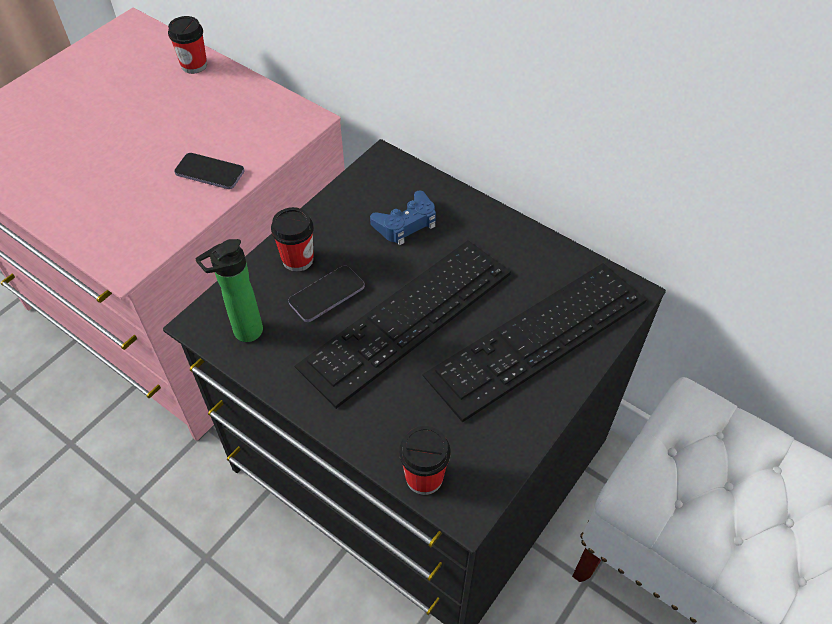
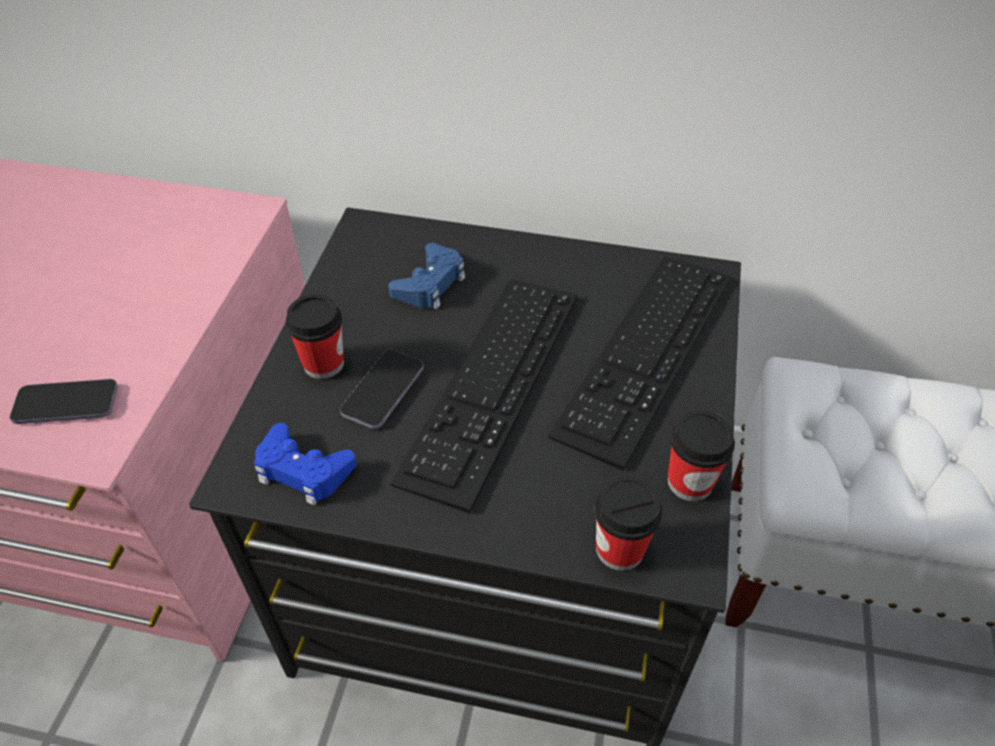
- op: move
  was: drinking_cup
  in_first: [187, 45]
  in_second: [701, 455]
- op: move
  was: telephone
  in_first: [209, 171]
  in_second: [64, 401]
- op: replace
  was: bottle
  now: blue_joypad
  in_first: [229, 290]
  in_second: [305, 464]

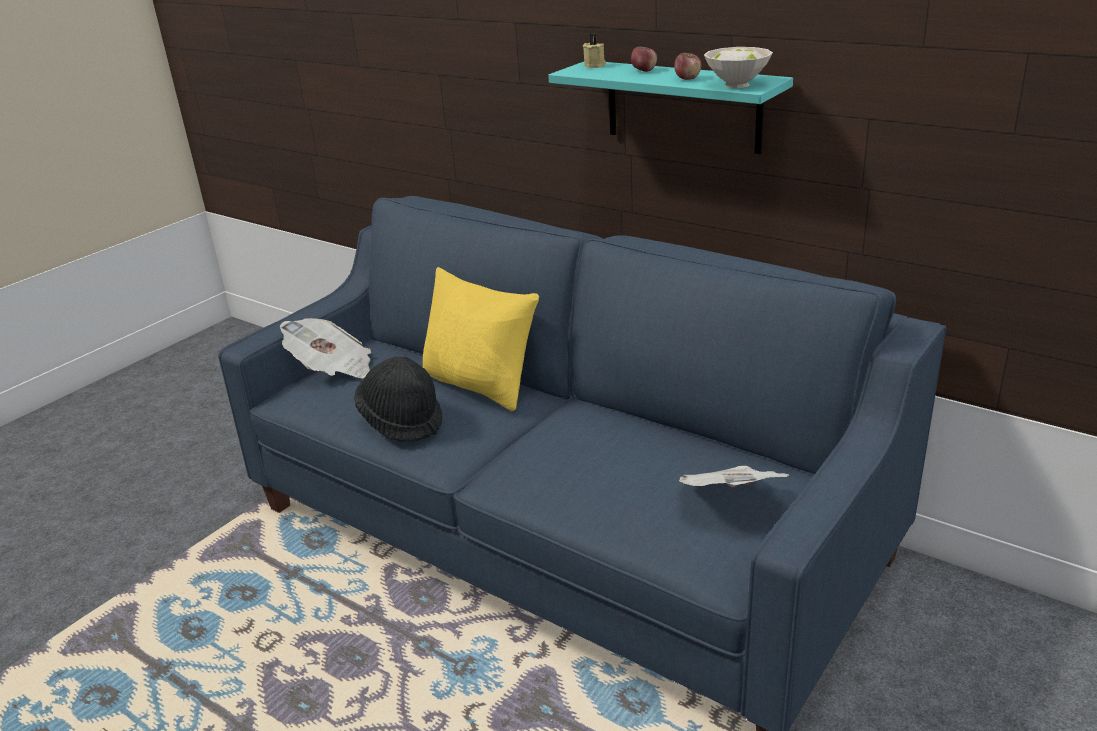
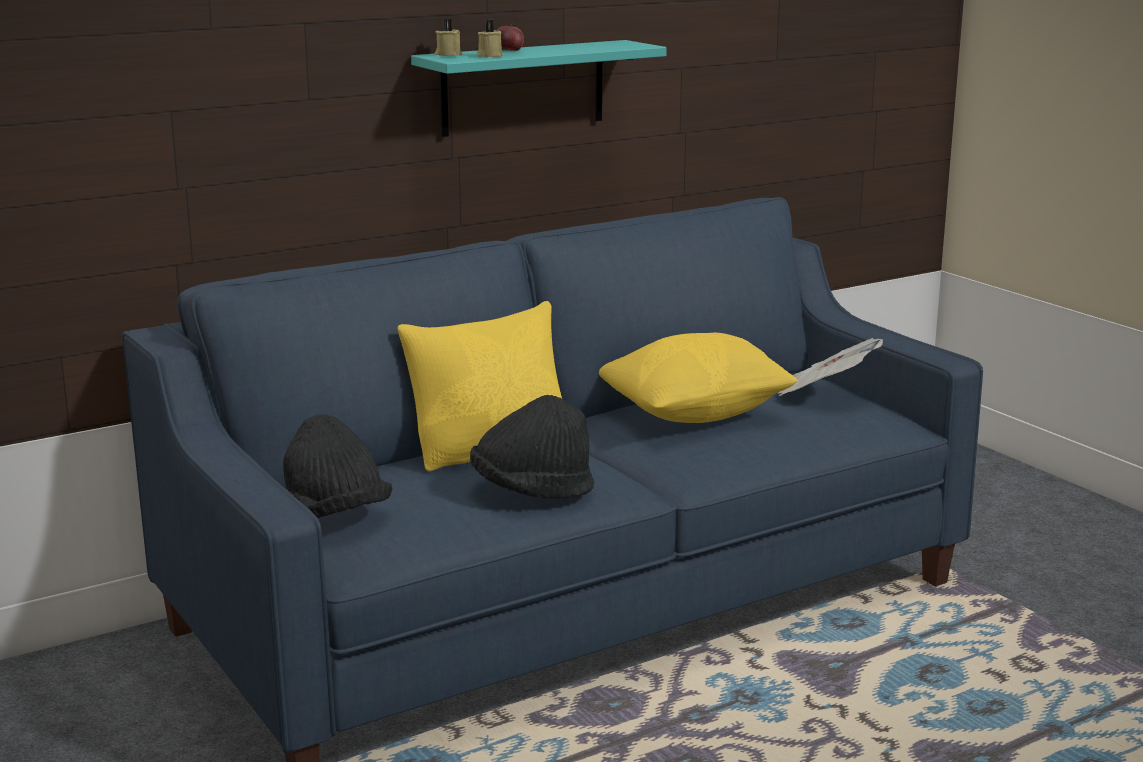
- op: delete
  was: apple
  in_first: [687, 66]
- op: delete
  was: whitish_deep_dish
  in_first: [738, 67]
- op: insert
  now: beige_wax_light
  in_second: [490, 38]
- op: insert
  now: yellow-coloured_cushion
  in_second: [698, 378]
- op: replace
  was: printed_paper
  now: blackish_wearable_hat
  in_first: [325, 348]
  in_second: [337, 466]

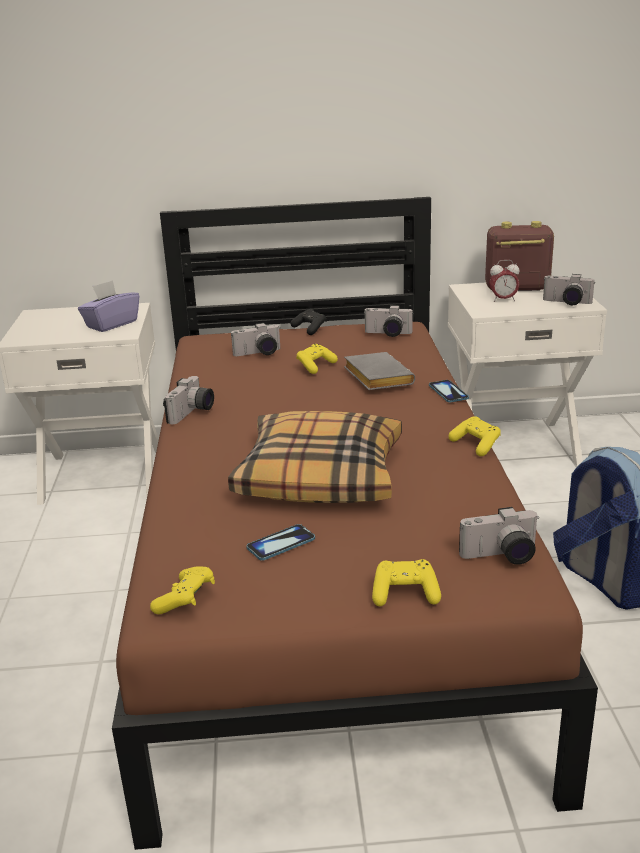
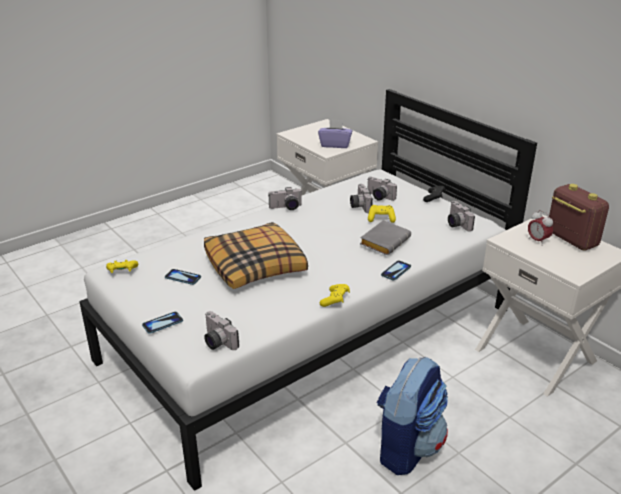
- op: move
  was: photo_camera
  in_first: [569, 289]
  in_second: [361, 198]
- op: replace
  was: yellow-coloured_joypad
  now: telephone
  in_first: [406, 582]
  in_second: [162, 323]
- op: recolor
  was: brownish_bedroom_bed
  now: whitish_bedroom_bed
  in_first: [355, 523]
  in_second: [308, 290]

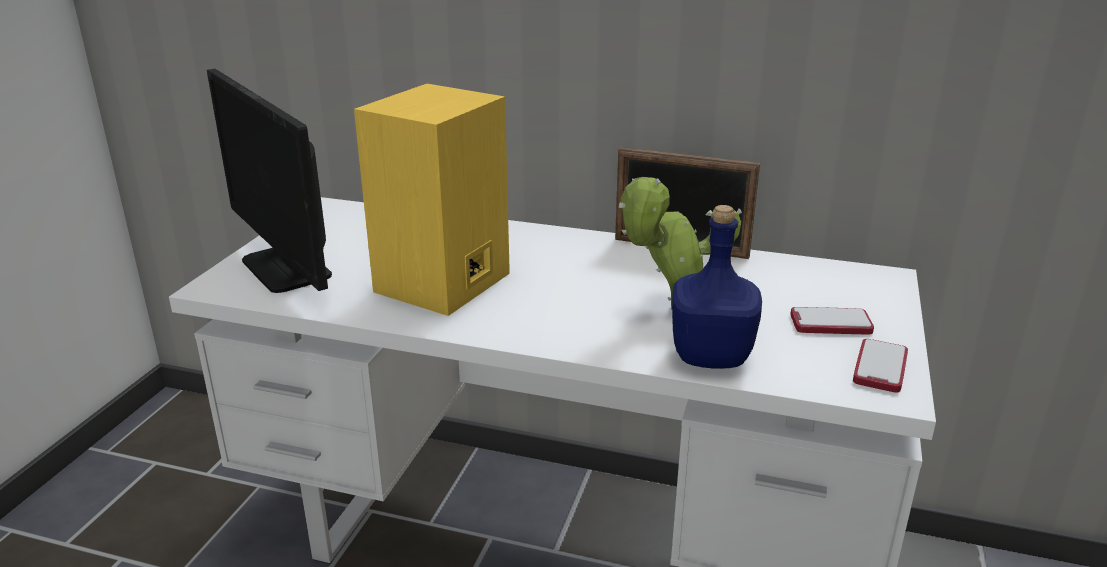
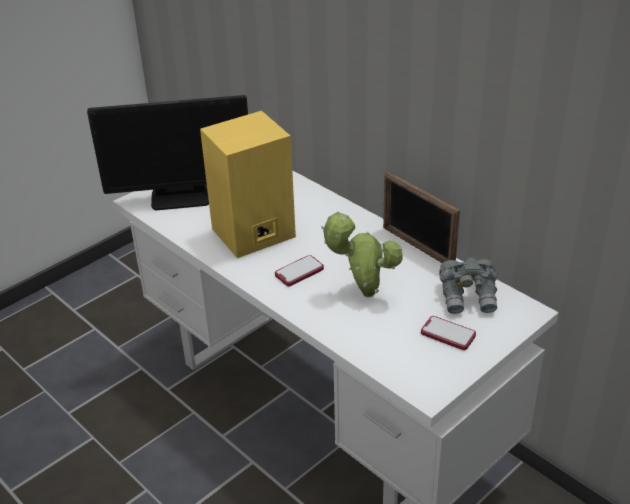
- op: delete
  was: blue_bottle
  in_first: [717, 287]
- op: insert
  now: grey_field_glasses
  in_second: [469, 286]
- op: move
  was: telephone
  in_first: [880, 366]
  in_second: [299, 270]
- op: rotate
  was: computer_screen
  in_first: [269, 181]
  in_second: [167, 152]
  clockwise: -90

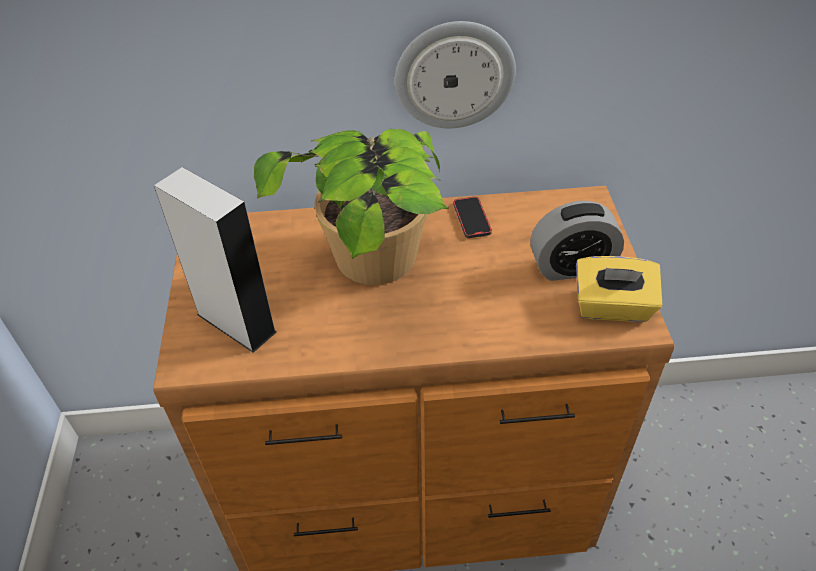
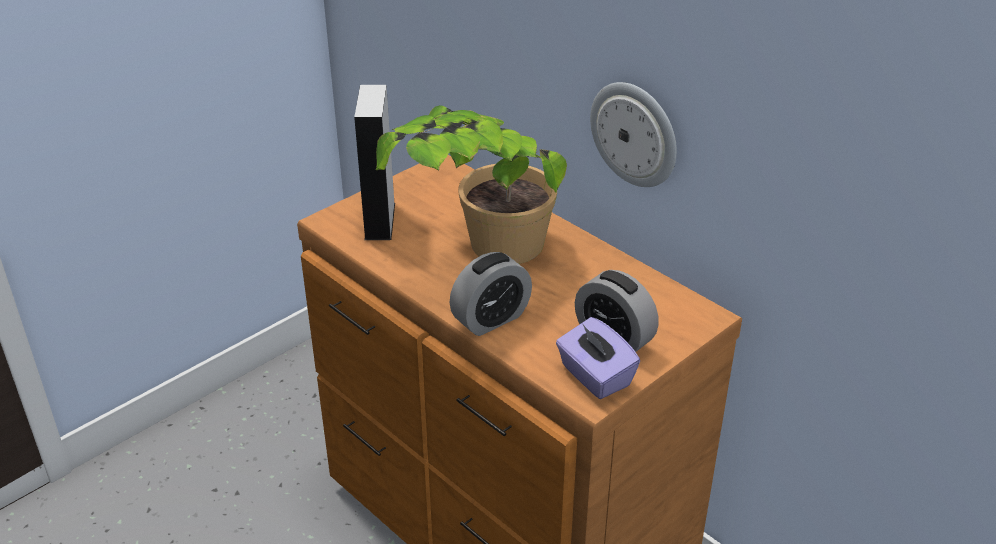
- op: delete
  was: telephone
  in_first: [472, 217]
- op: insert
  now: table_clock
  in_second: [490, 294]
- op: recolor
  was: yellow-coloured_tissue_holder
  now: purplish_tissue_holder
  in_first: [619, 289]
  in_second: [598, 358]

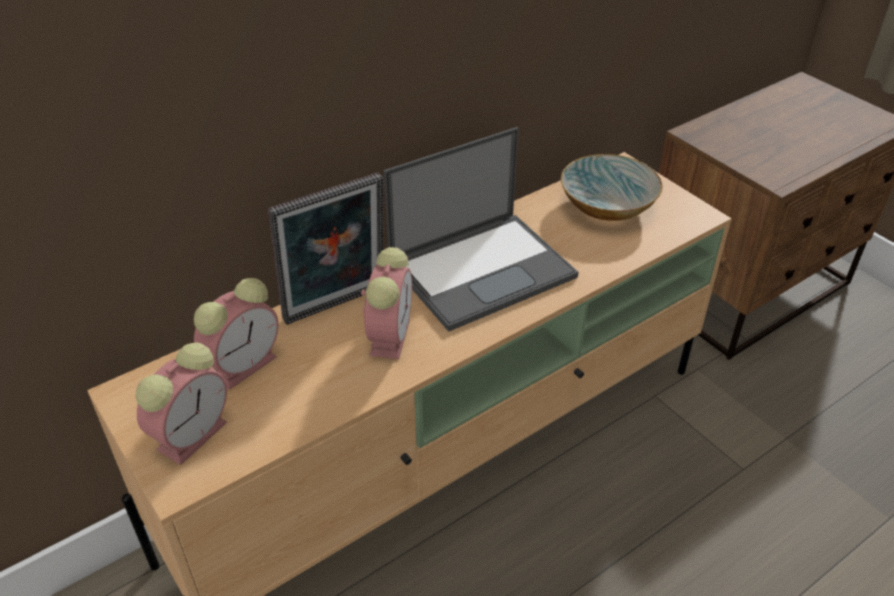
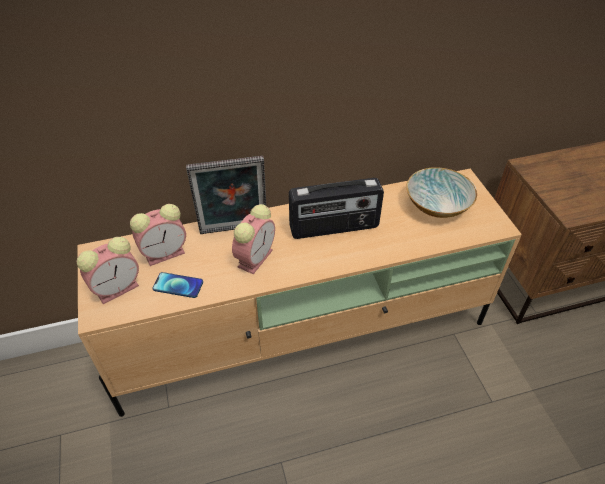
- op: insert
  now: telephone
  in_second: [177, 285]
- op: replace
  was: portable_computer
  now: radio_receiver
  in_first: [481, 229]
  in_second: [336, 208]

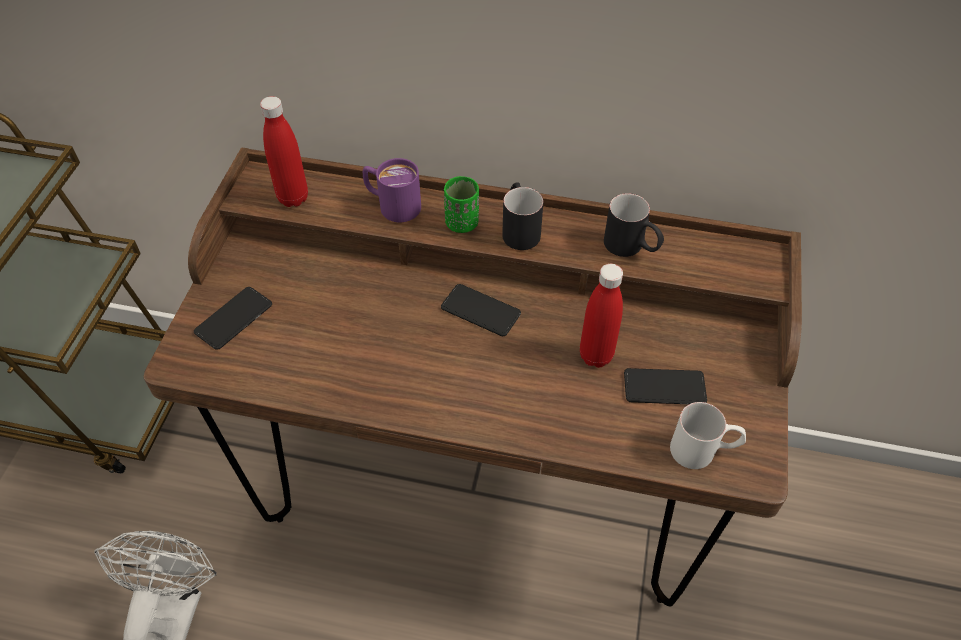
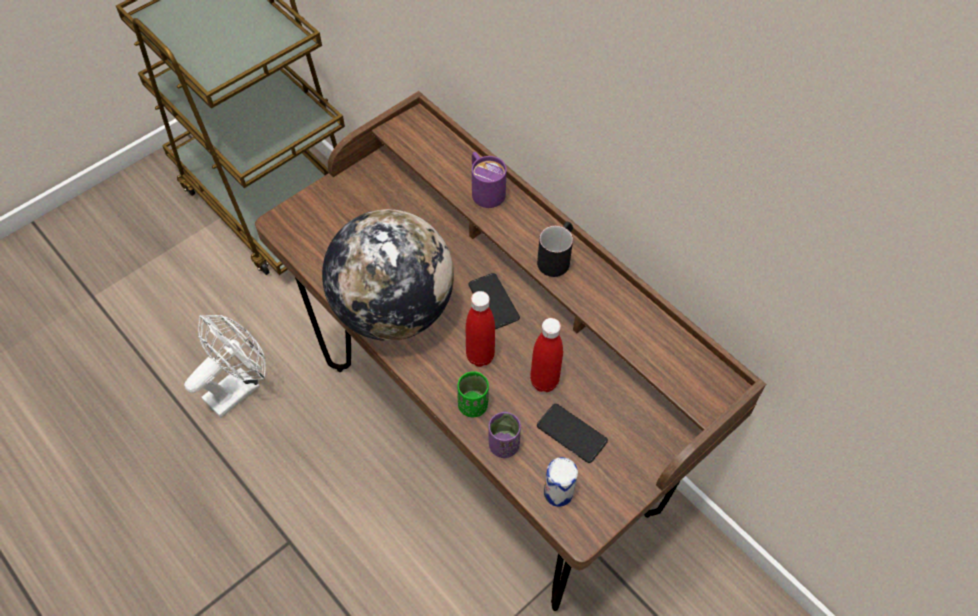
- op: delete
  was: telephone
  in_first: [233, 318]
- op: delete
  was: blackish_tea_mug
  in_first: [634, 225]
- op: insert
  now: desk_globe
  in_second: [388, 275]
- op: insert
  now: purplish_drinking_cup
  in_second: [504, 435]
- op: move
  was: reddish_bottle
  in_first: [284, 151]
  in_second: [480, 329]
- op: move
  was: green-coloured_drinking_cup
  in_first: [461, 204]
  in_second: [473, 394]
- op: replace
  was: whitish_tea_mug
  now: sealed_can
  in_first: [708, 435]
  in_second: [561, 482]

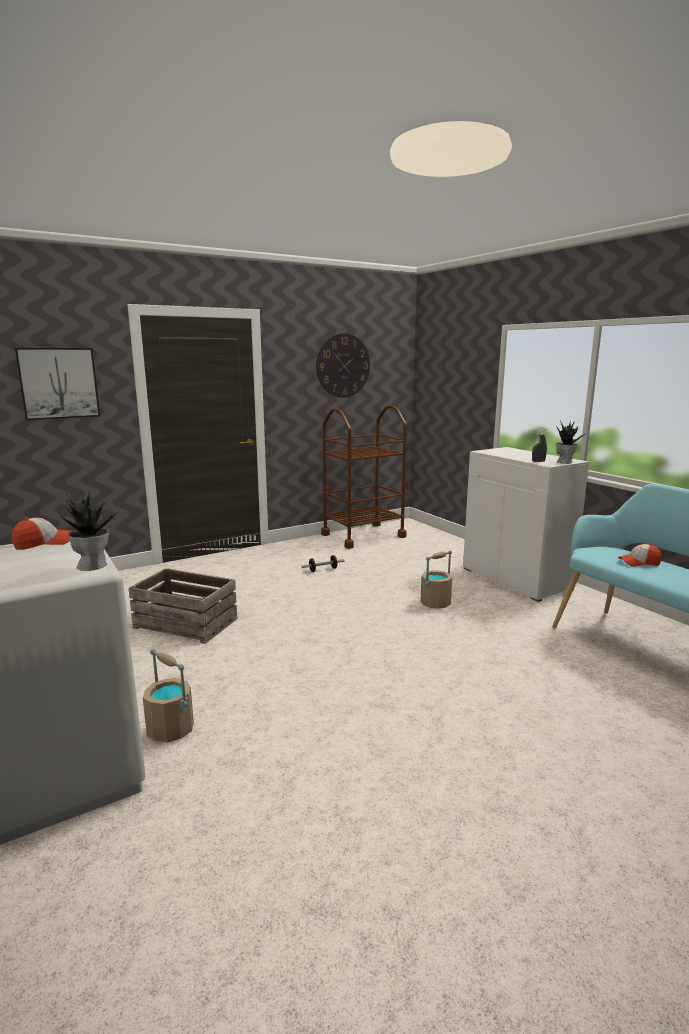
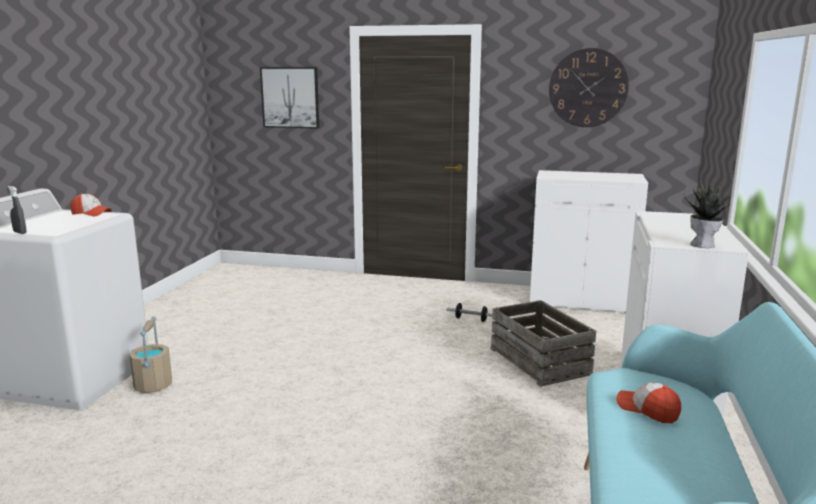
- op: delete
  was: potted_plant
  in_first: [89, 529]
- op: delete
  was: beige_water_bucket
  in_first: [436, 579]
- op: move
  was: shipping_crate
  in_first: [183, 606]
  in_second: [543, 343]
- op: move
  was: grey_spray_bottle
  in_first: [539, 445]
  in_second: [17, 210]
- op: replace
  was: brownish_wheeled_cart
  now: whitish_storage_cabinet
  in_first: [364, 477]
  in_second: [589, 242]

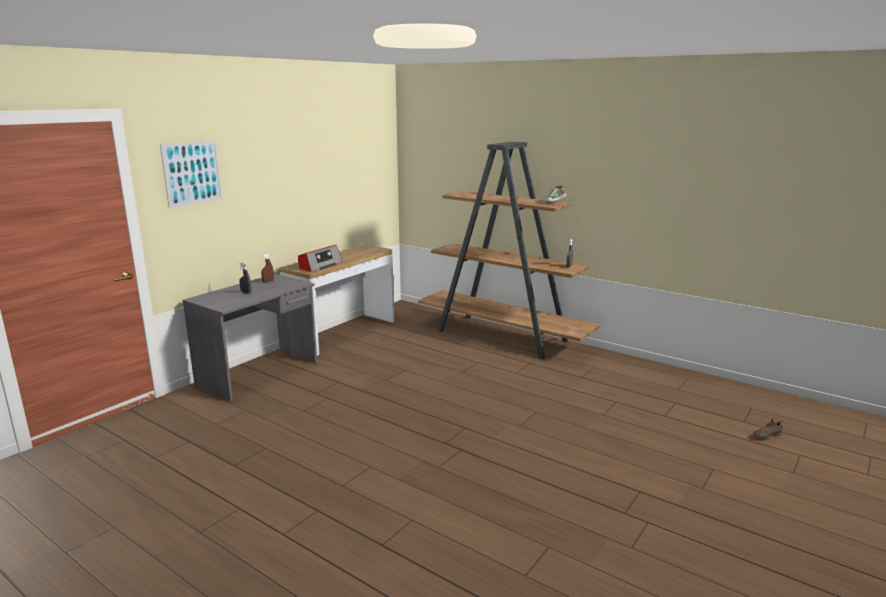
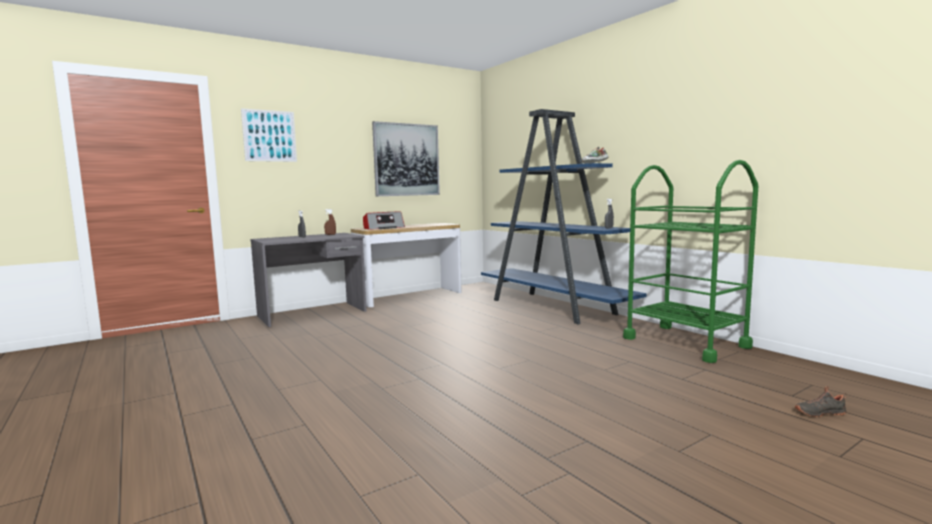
- op: insert
  now: wall_picture
  in_second: [406, 158]
- op: insert
  now: green-coloured_wheeled_cart
  in_second: [690, 261]
- op: recolor
  was: brownish_shelving_unit
  now: blue_shelving_unit
  in_first: [509, 250]
  in_second: [564, 217]

